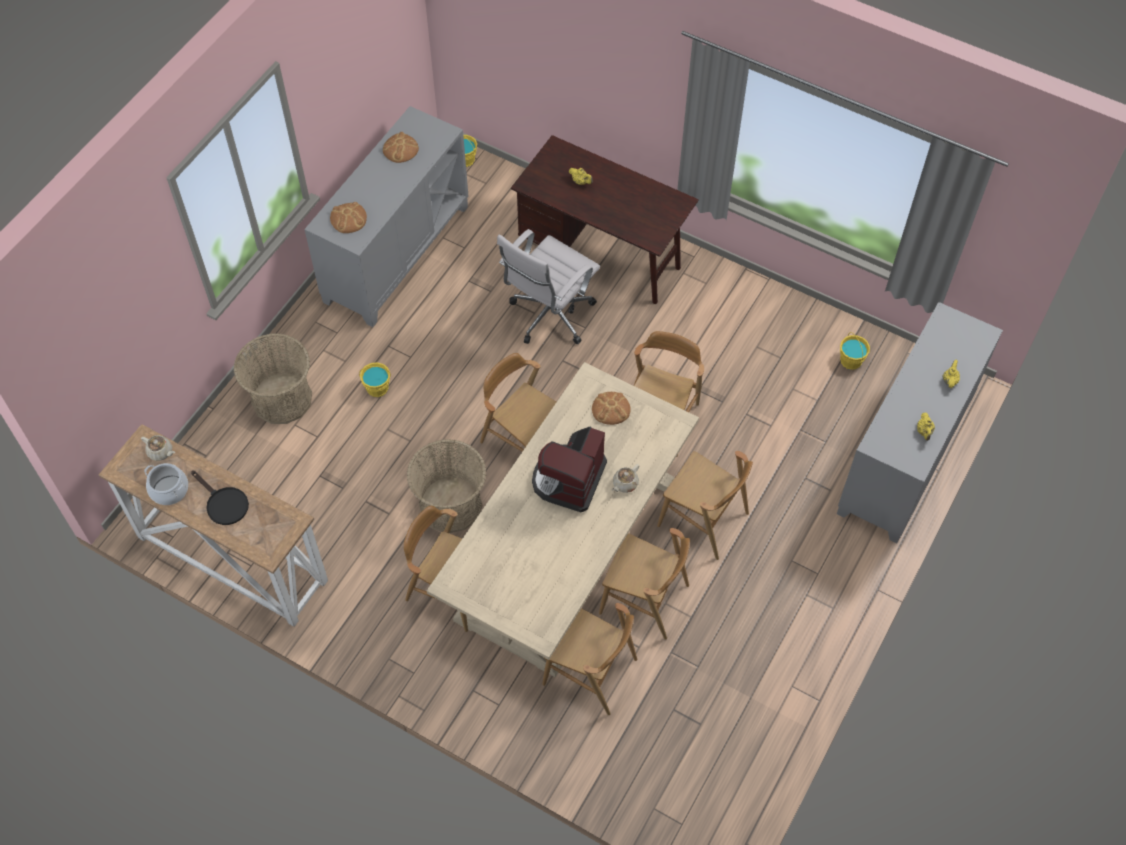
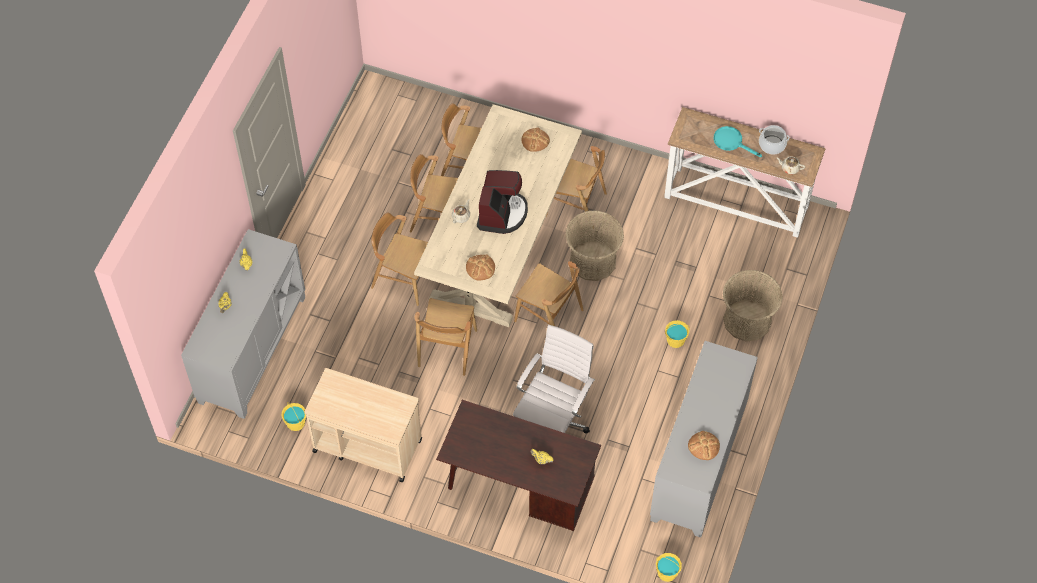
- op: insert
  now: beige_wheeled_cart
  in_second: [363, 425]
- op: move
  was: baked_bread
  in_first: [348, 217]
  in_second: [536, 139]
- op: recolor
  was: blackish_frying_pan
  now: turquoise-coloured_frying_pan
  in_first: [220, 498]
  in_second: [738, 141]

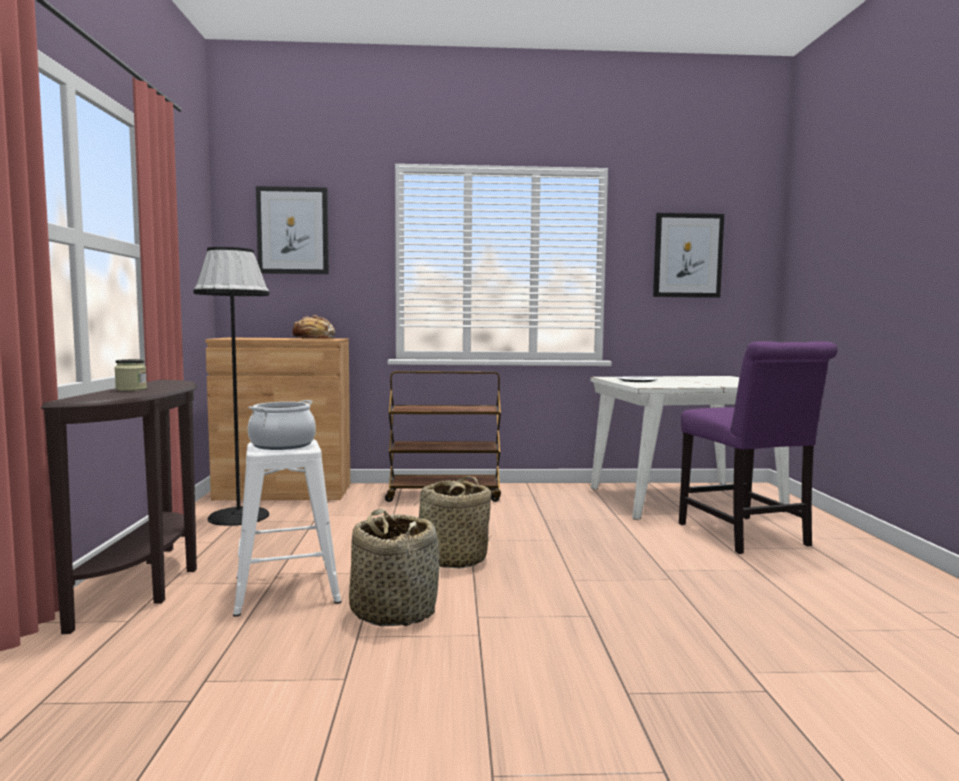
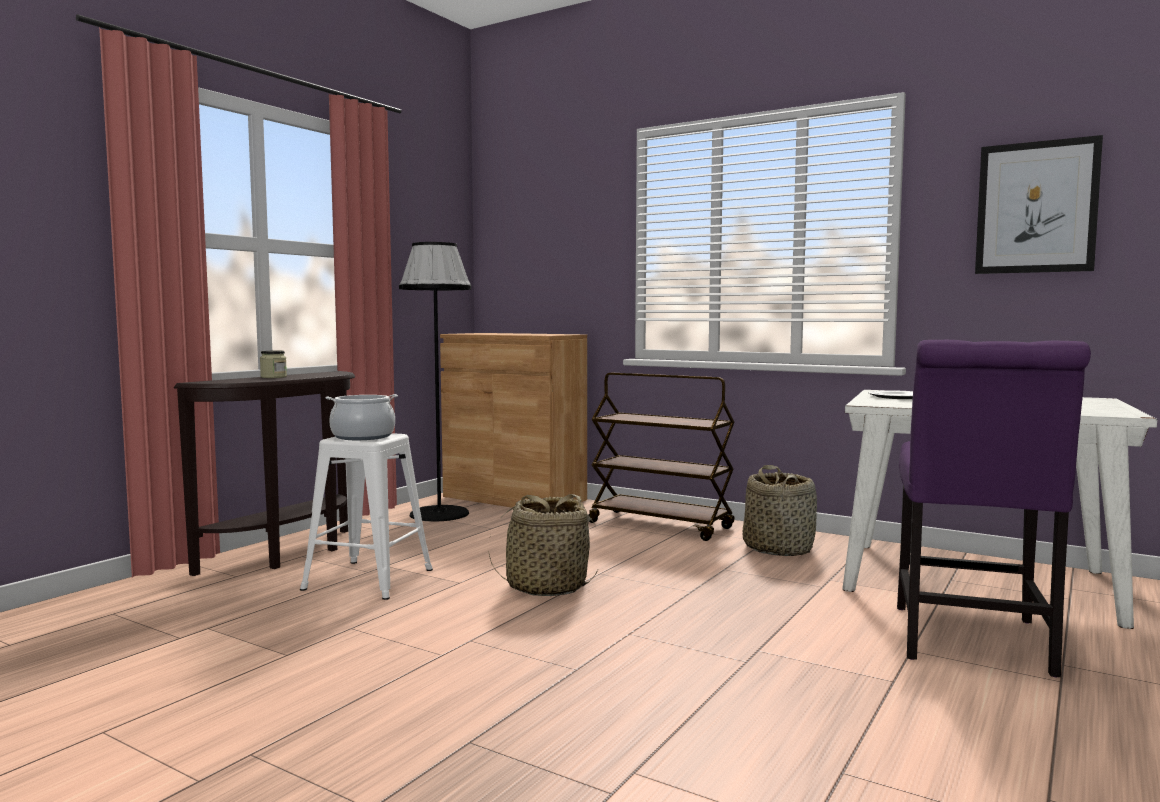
- op: delete
  was: wall_picture
  in_first: [292, 230]
- op: delete
  was: baked_bread
  in_first: [313, 327]
- op: move
  was: basket
  in_first: [394, 567]
  in_second: [780, 510]

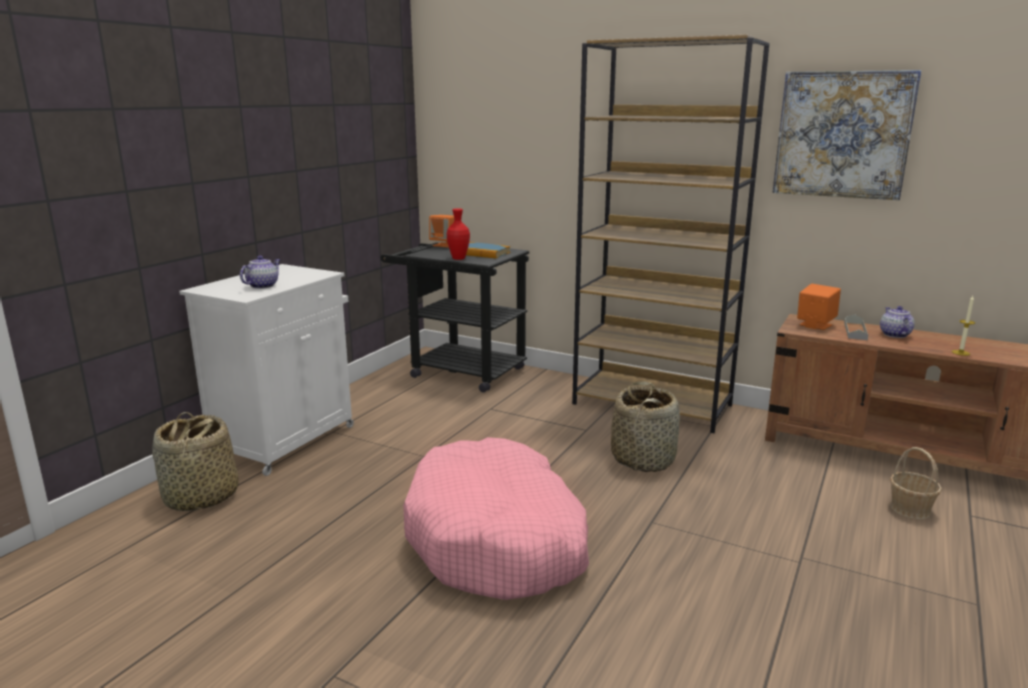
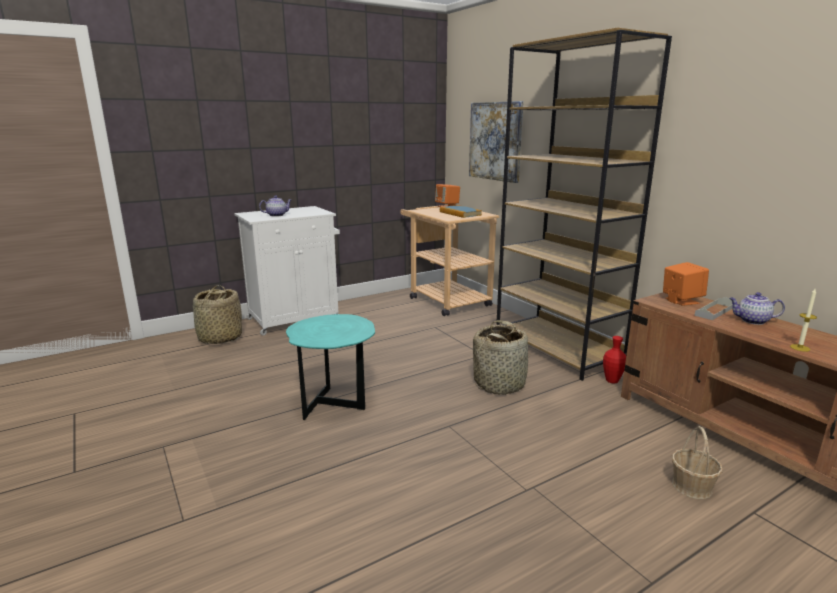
- op: move
  was: reddish_flower_vase
  in_first: [458, 234]
  in_second: [614, 359]
- op: move
  was: wall_picture
  in_first: [847, 135]
  in_second: [496, 142]
- op: replace
  was: pink-coloured_dog_bed
  now: turquoise-coloured_accent_table
  in_first: [496, 518]
  in_second: [330, 367]
- op: recolor
  was: blackish_wheeled_cart
  now: beige_wheeled_cart
  in_first: [455, 317]
  in_second: [449, 260]
- op: rotate
  was: pot_for_tea
  in_first: [897, 322]
  in_second: [757, 308]
  clockwise: -105

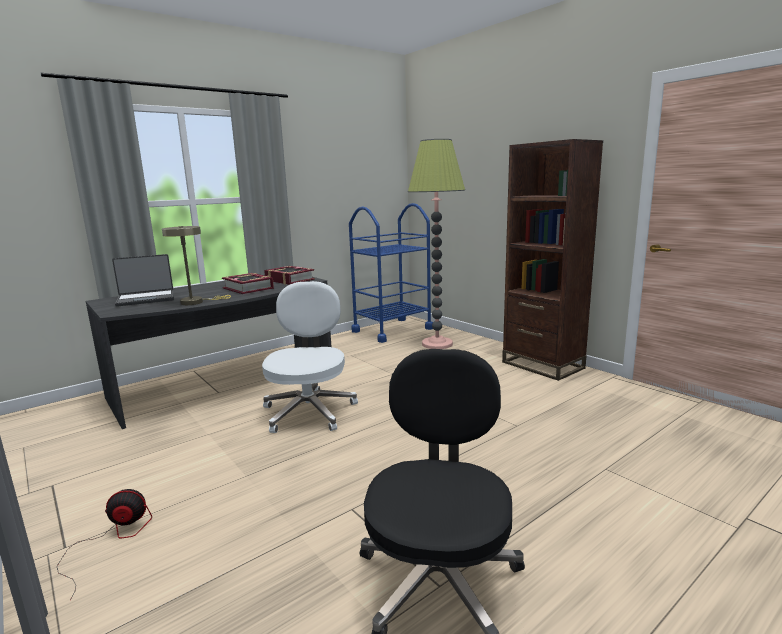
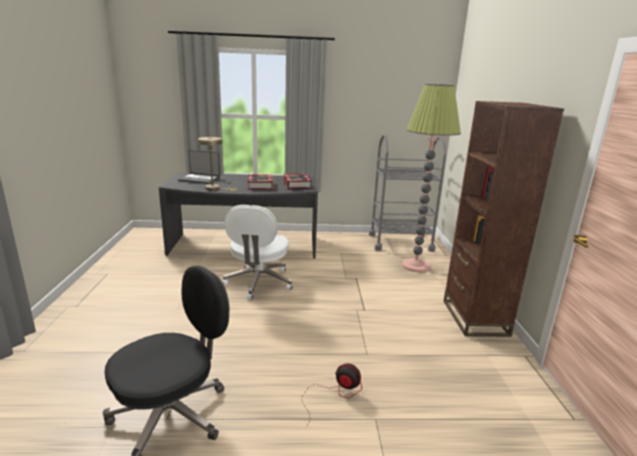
- op: move
  was: cooling_fan
  in_first: [104, 544]
  in_second: [332, 395]
- op: recolor
  was: blue_wheeled_cart
  now: grey_wheeled_cart
  in_first: [391, 273]
  in_second: [407, 193]
- op: rotate
  was: whitish_computer_chair
  in_first: [310, 357]
  in_second: [258, 252]
  clockwise: 150

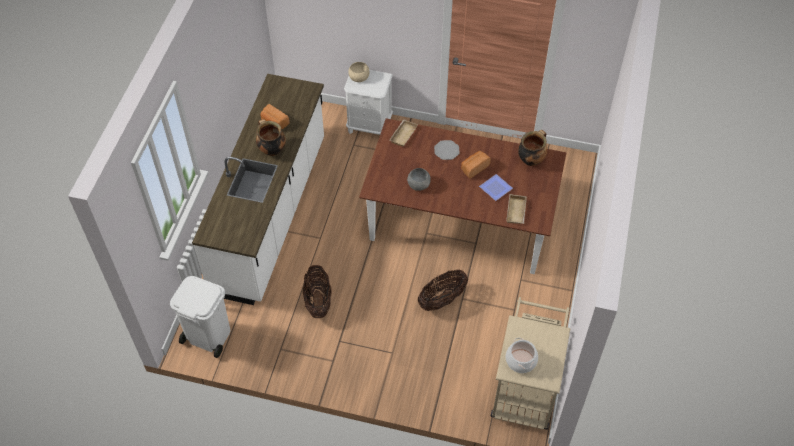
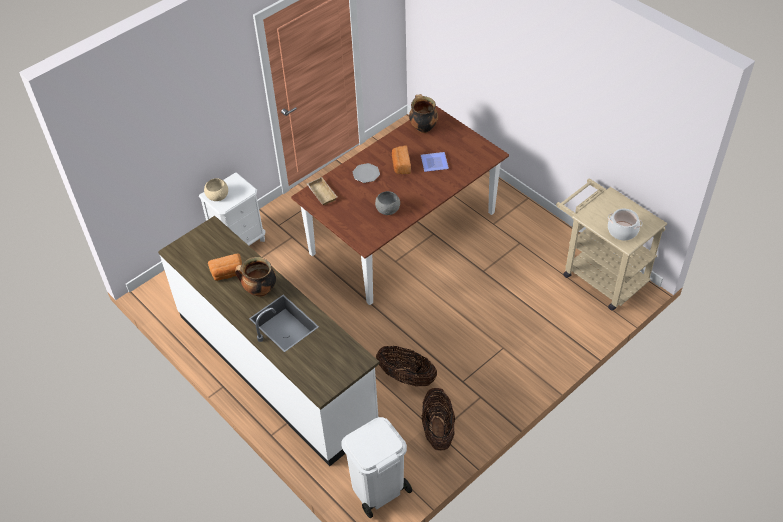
- op: delete
  was: beige_tray
  in_first: [516, 209]
- op: move
  was: basket
  in_first: [443, 290]
  in_second: [438, 419]

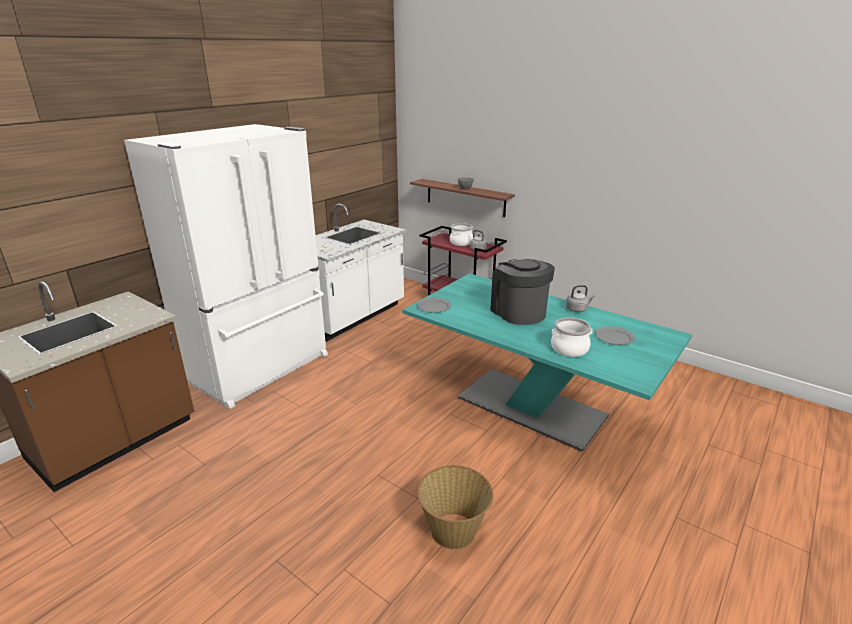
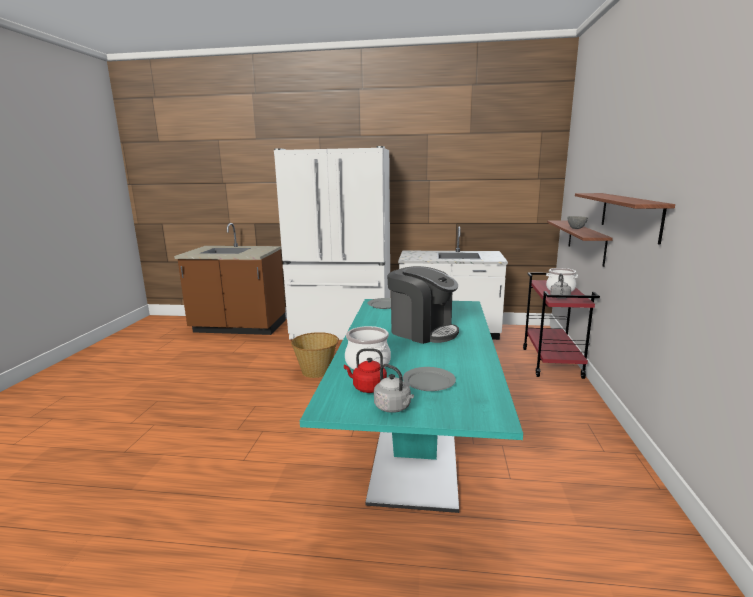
- op: insert
  now: reddish_tea_kettle
  in_second: [365, 370]
- op: insert
  now: shelf
  in_second: [625, 219]
- op: move
  was: basket
  in_first: [455, 507]
  in_second: [315, 355]
- op: move
  was: grey_tea_kettle
  in_first: [580, 298]
  in_second: [394, 388]
- op: rotate
  was: coffee_brewer
  in_first: [522, 292]
  in_second: [423, 305]
  clockwise: 90

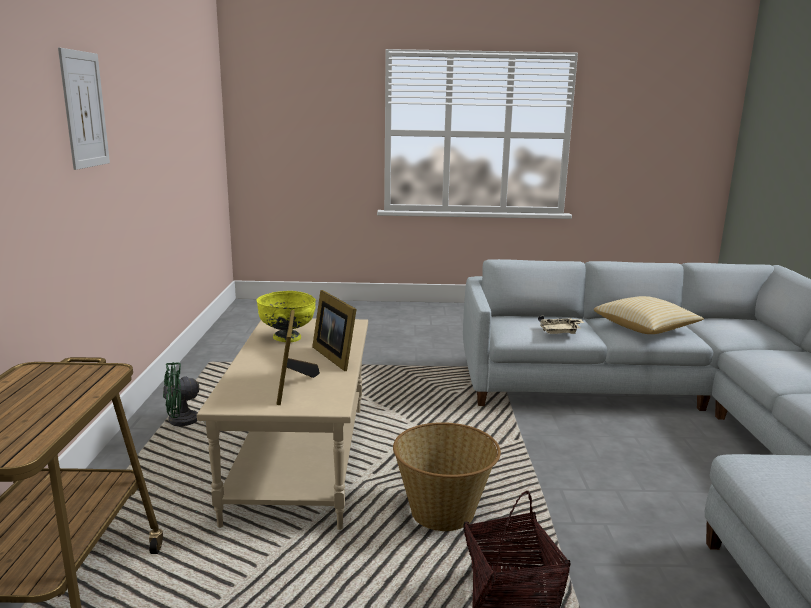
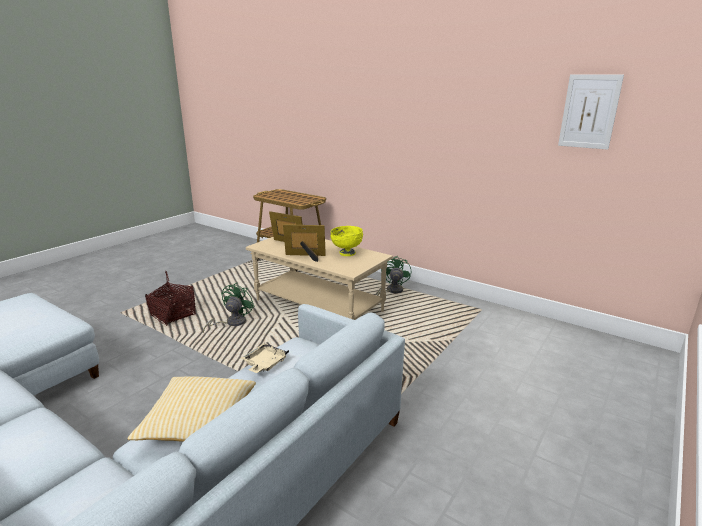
- op: move
  was: wall_picture
  in_first: [84, 109]
  in_second: [591, 112]
- op: replace
  was: basket
  now: green-coloured_cooling_fan
  in_first: [447, 476]
  in_second: [228, 308]

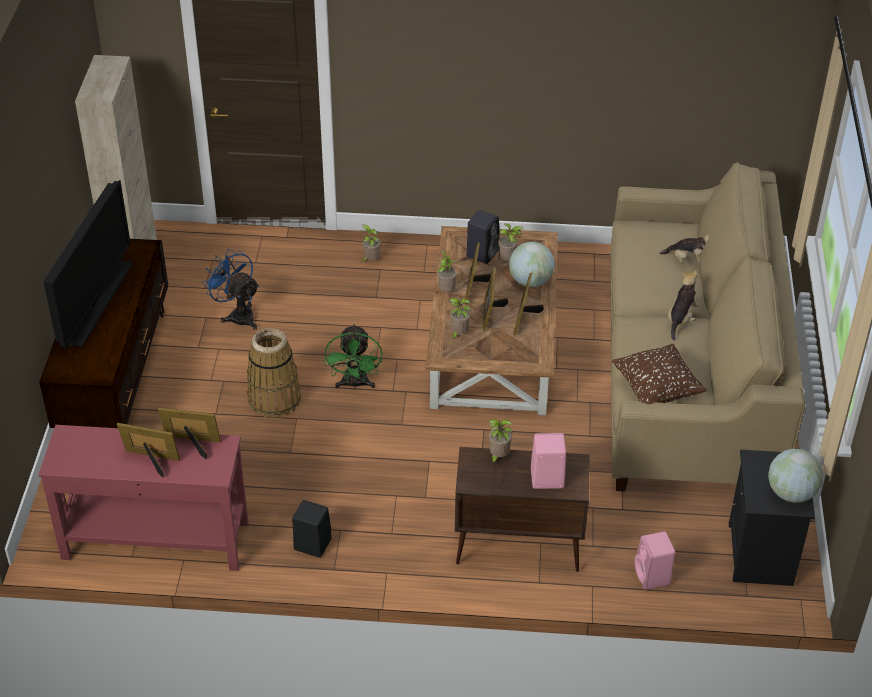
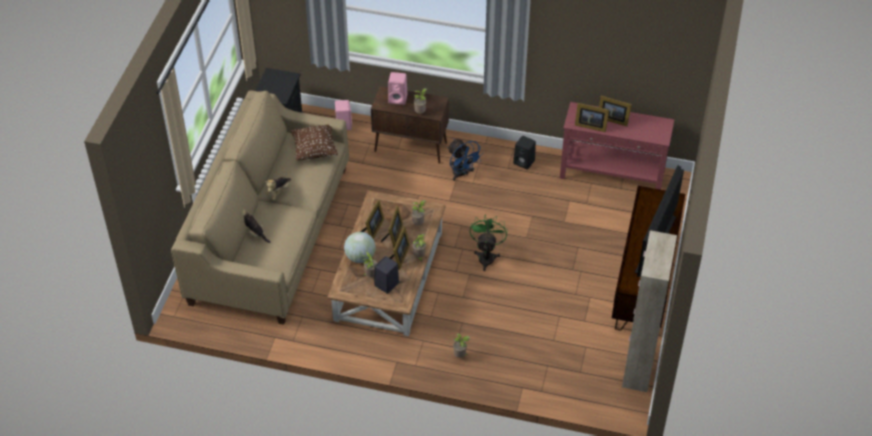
- op: delete
  was: basket
  in_first: [274, 373]
- op: delete
  was: desk_globe
  in_first: [796, 476]
- op: move
  was: blue_cooling_fan
  in_first: [230, 289]
  in_second: [465, 160]

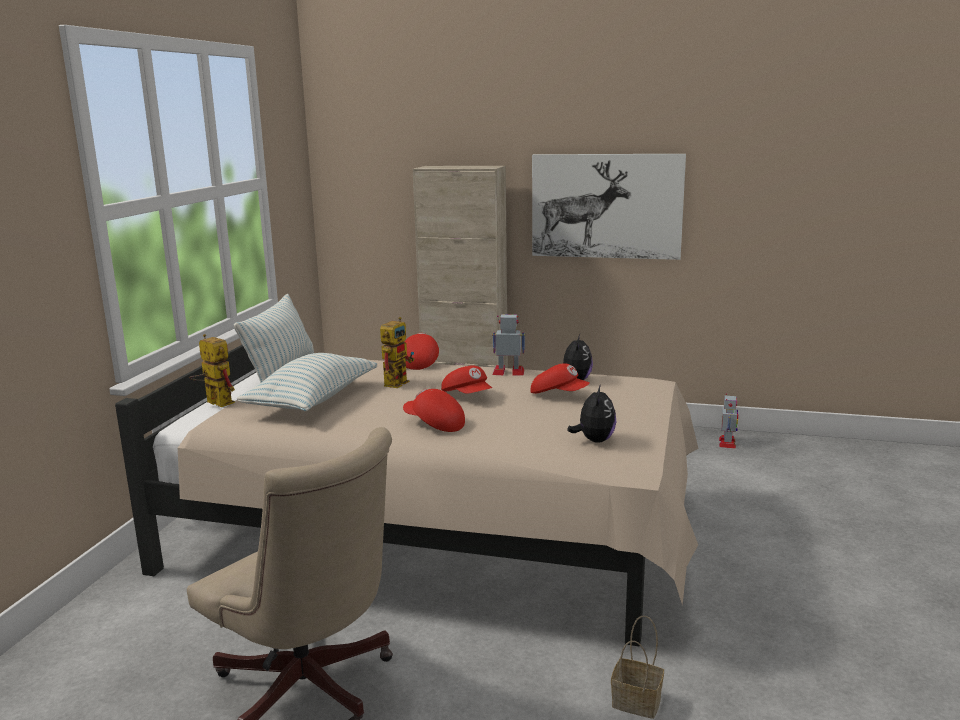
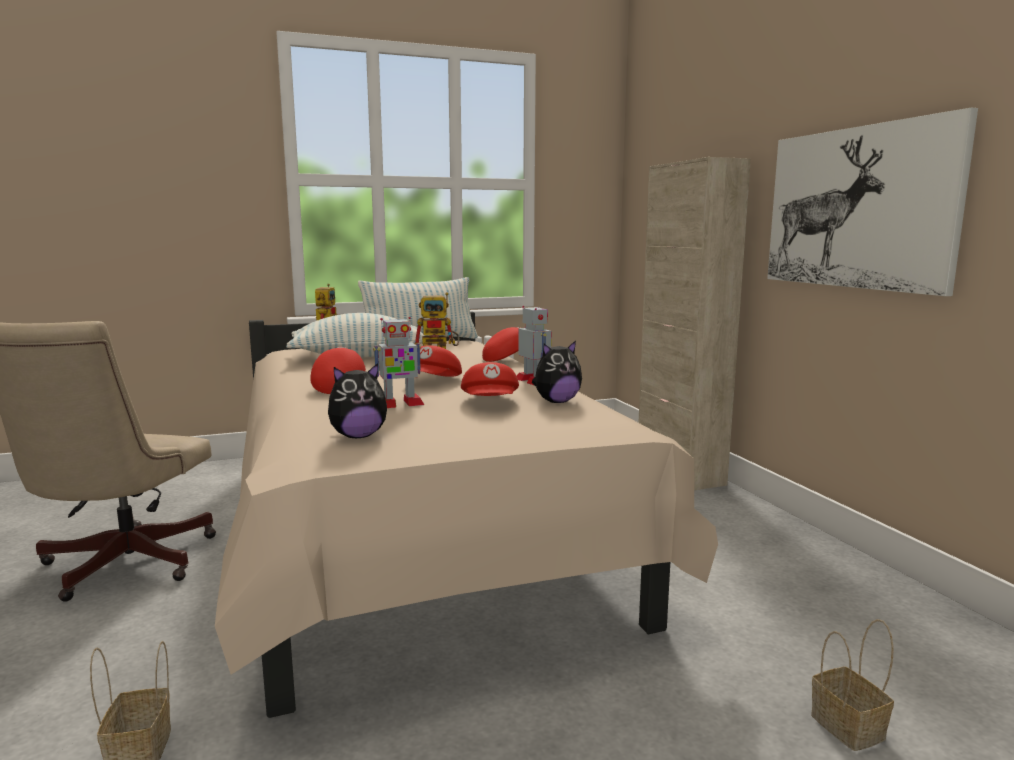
- op: insert
  now: basket
  in_second: [852, 685]
- op: move
  was: toy_robot
  in_first: [728, 421]
  in_second: [398, 362]

